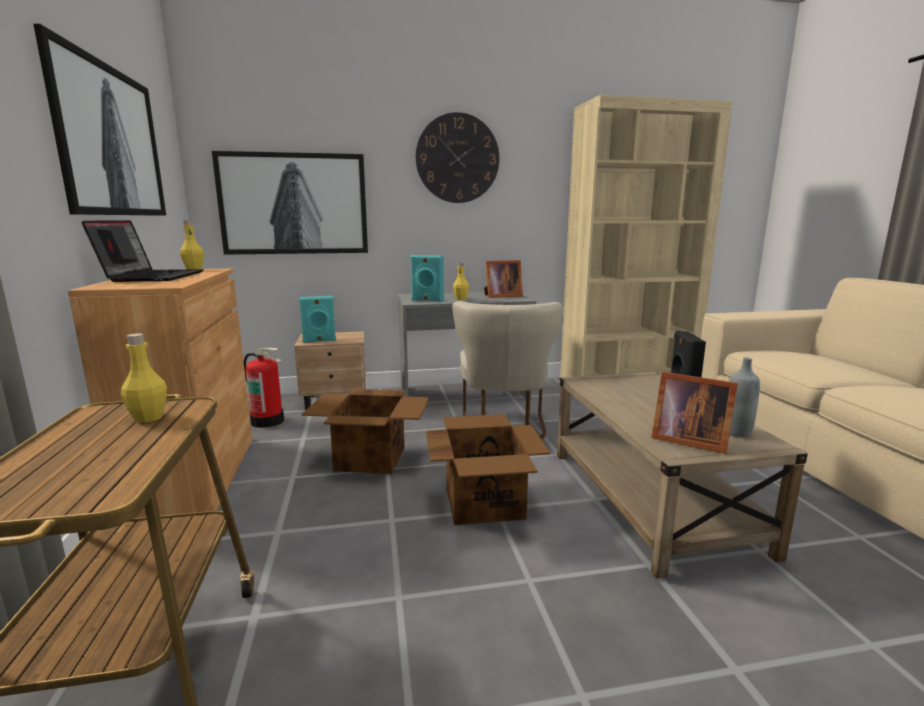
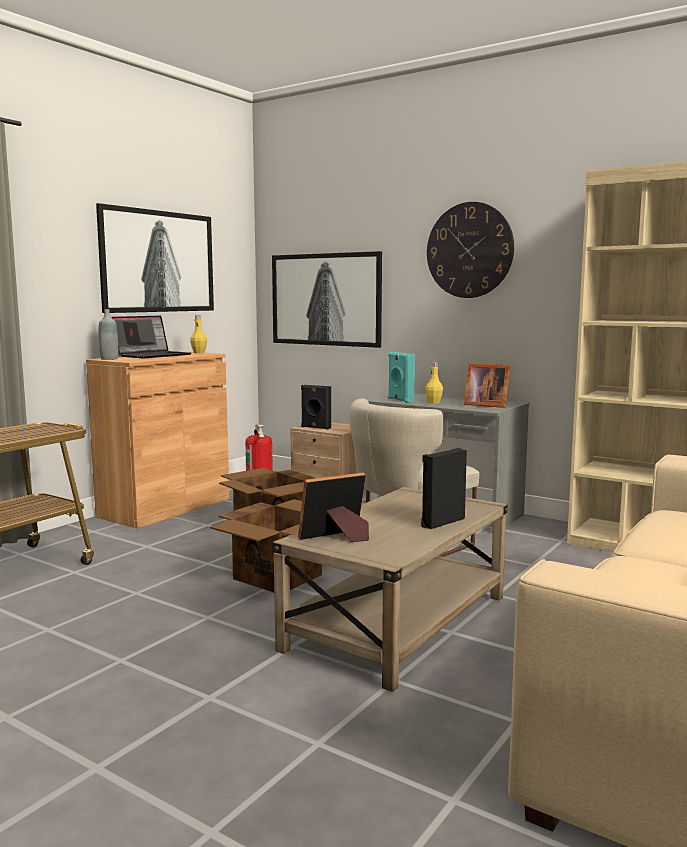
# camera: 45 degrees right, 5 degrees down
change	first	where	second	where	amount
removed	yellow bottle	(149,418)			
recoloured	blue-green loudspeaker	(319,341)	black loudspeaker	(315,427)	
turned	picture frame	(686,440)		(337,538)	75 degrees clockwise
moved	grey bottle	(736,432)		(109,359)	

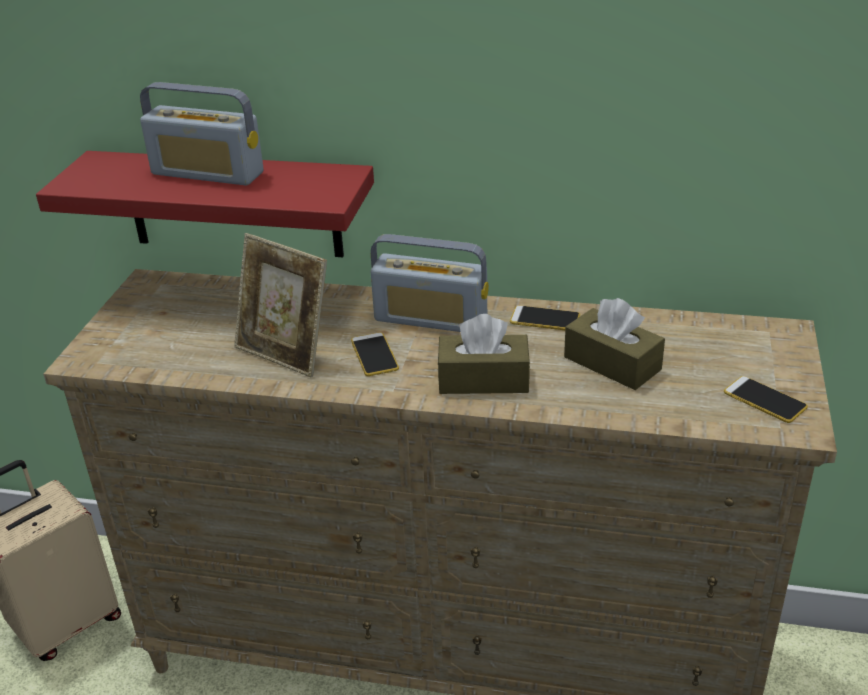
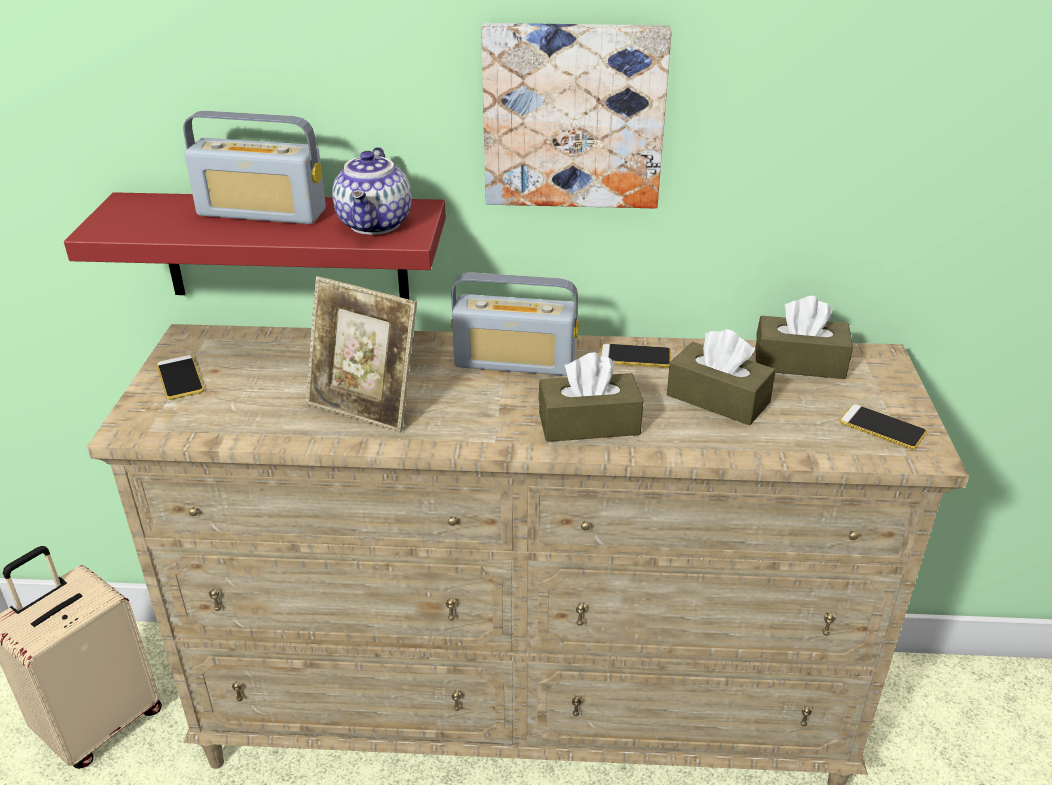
# camera: 10 degrees left, 0 degrees up
change	first	where	second	where	amount
moved	telephone	(374,355)		(180,378)	
added			tea pot	(376,224)	
added			picture	(573,115)	
added			brownish tissue box	(799,363)	

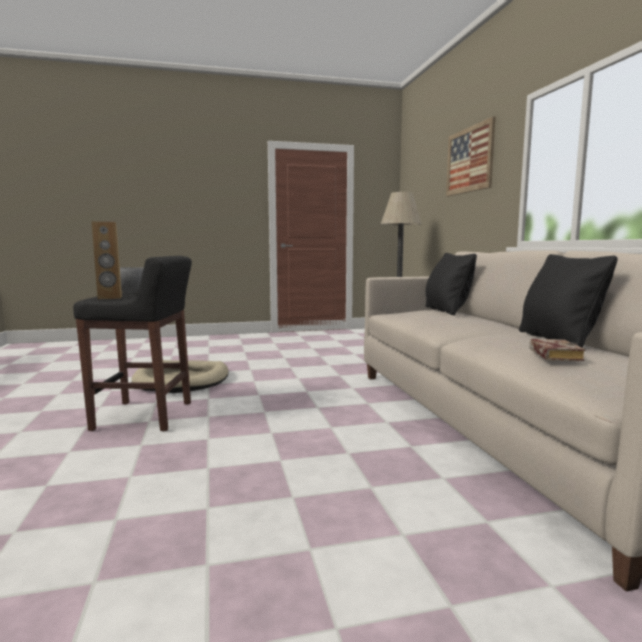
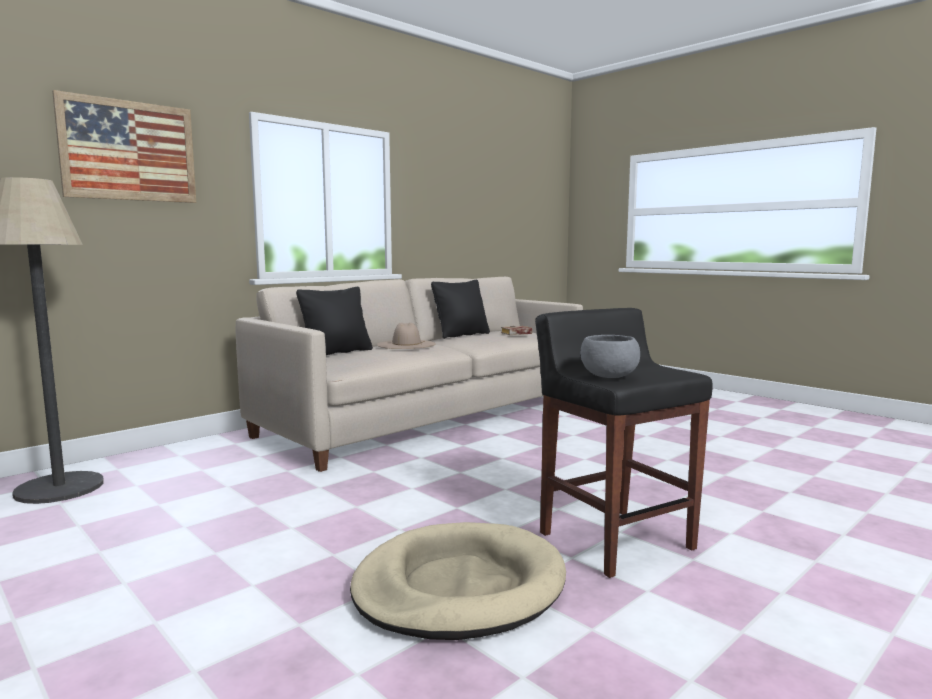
# camera: 120 degrees left, 0 degrees up
change	first	where	second	where	amount
removed	brownish loudspeaker	(110,298)			
added			sand-coloured wearable hat	(406,344)	

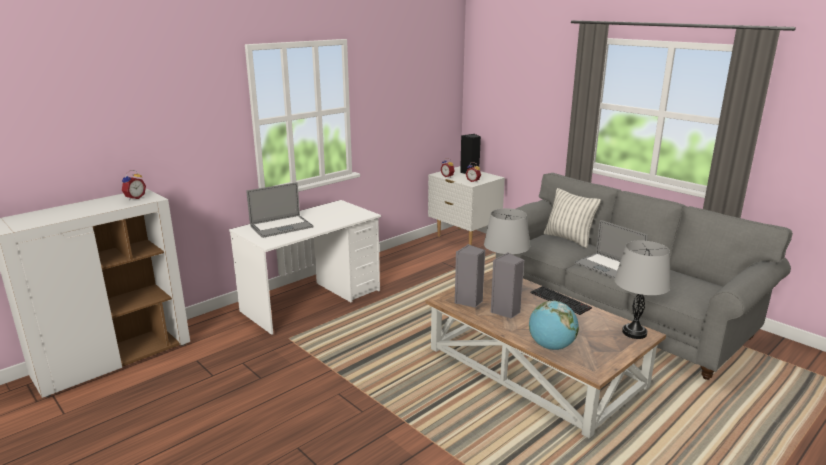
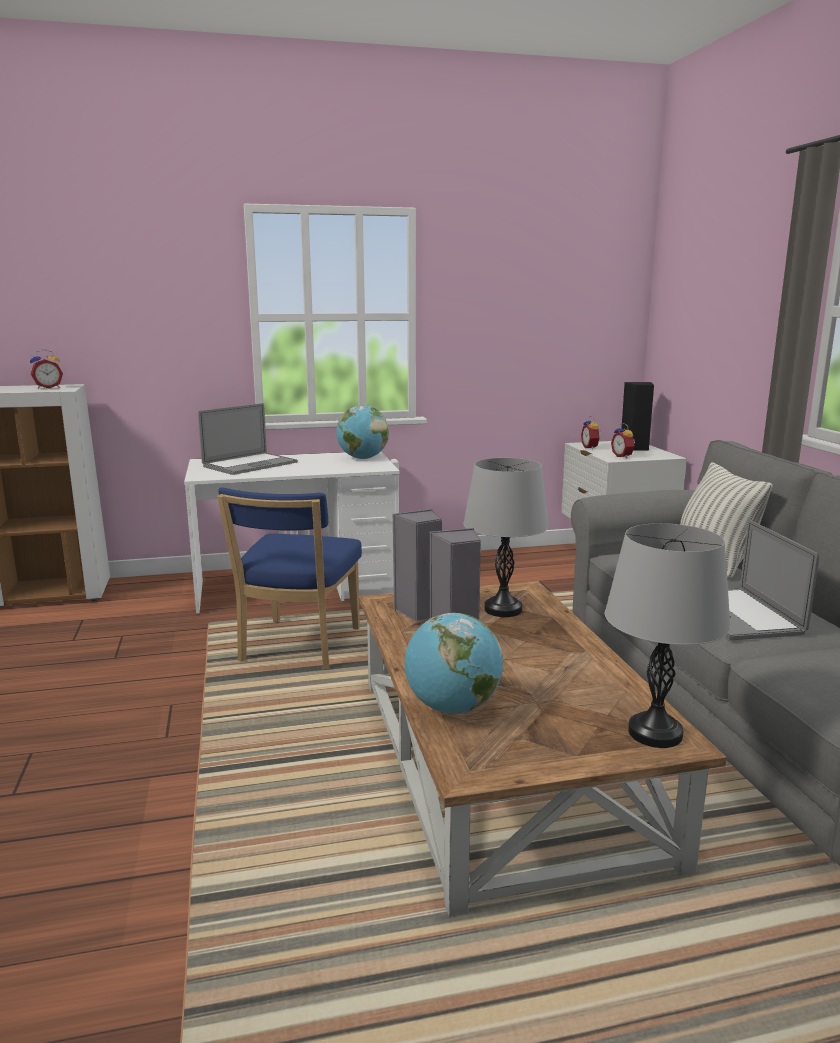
# camera: 30 degrees right, 5 degrees down
change	first	where	second	where	amount
turned	notebook computer	(281,227)		(250,464)	45 degrees counterclockwise
removed	keyboard	(561,300)			
added			blue-coloured upright chair	(297,647)	
added			desk globe	(362,458)	

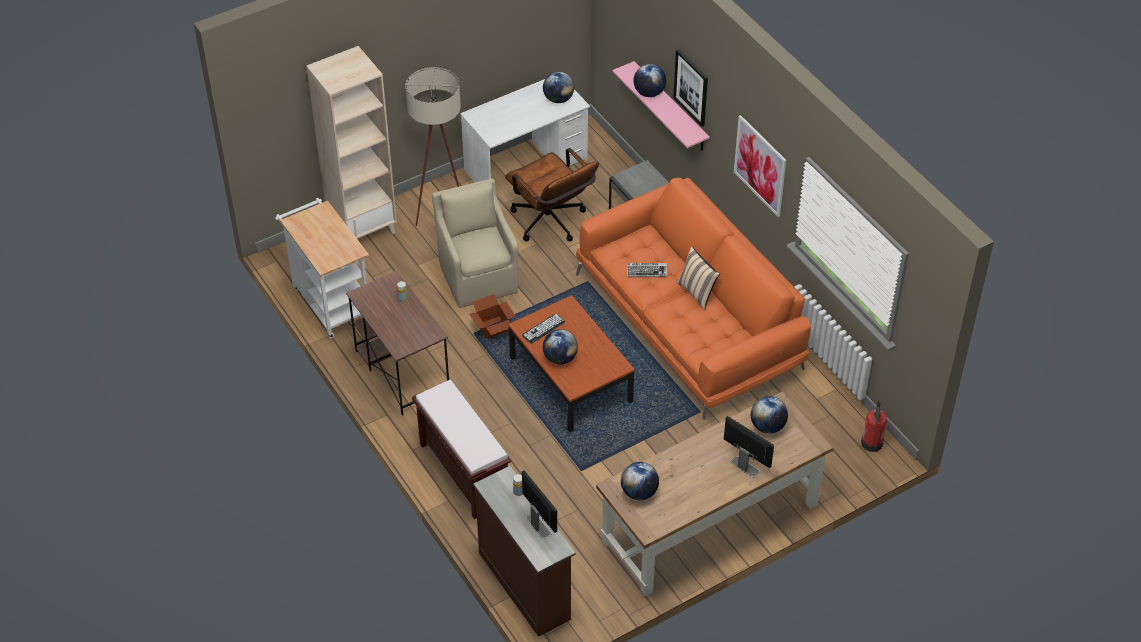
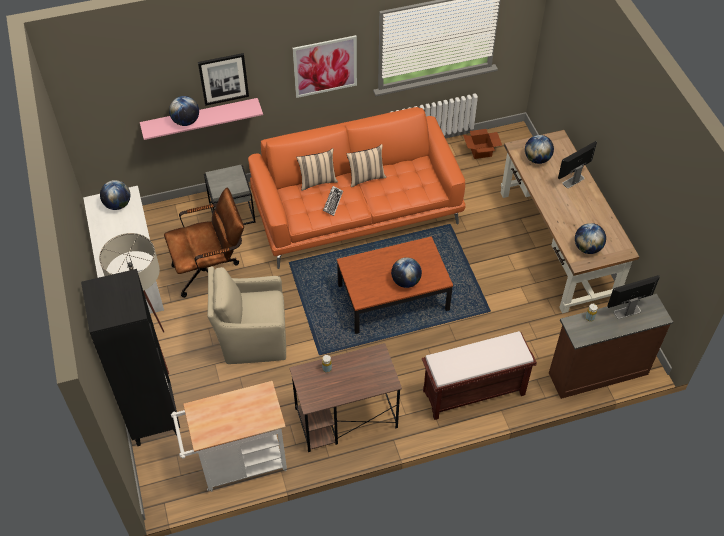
# camera: 75 degrees left, 5 degrees up
change	first	where	second	where	amount
recoloured	sand-coloured bookcase	(363,229)	black bookcase	(153,418)	
moved	packing box	(492,328)		(481,151)	
removed	keyboard	(543,329)			
removed	extinguisher	(872,442)			
added			sand-coloured pillow	(317,181)	

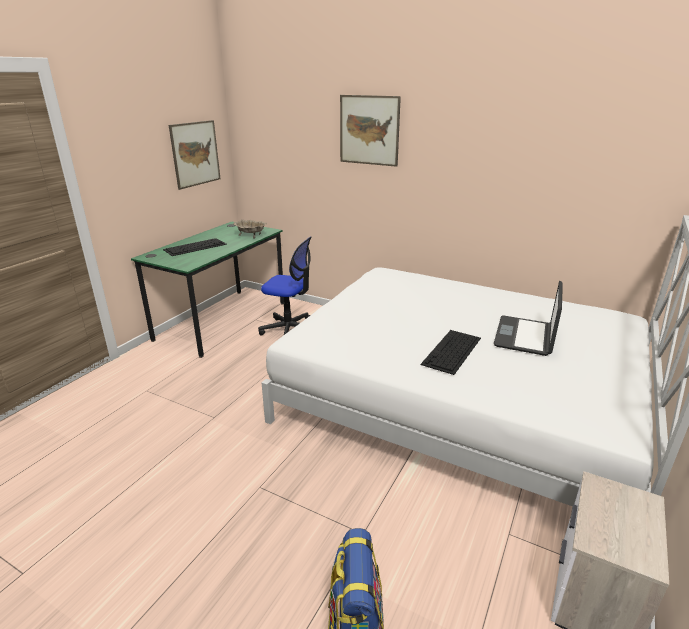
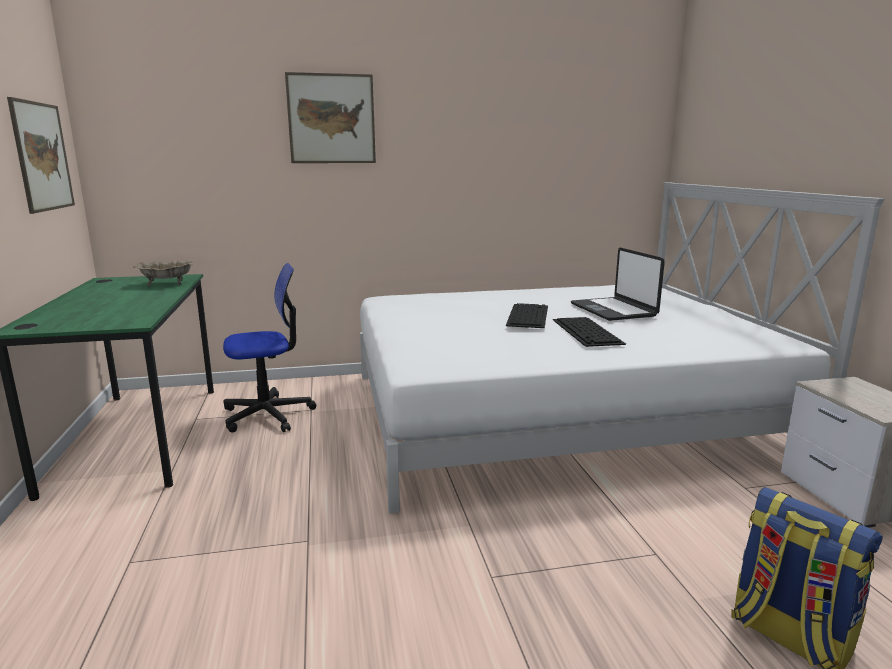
# camera: 40 degrees left, 10 degrees down
change	first	where	second	where	amount
moved	keyboard	(195,247)		(527,315)	

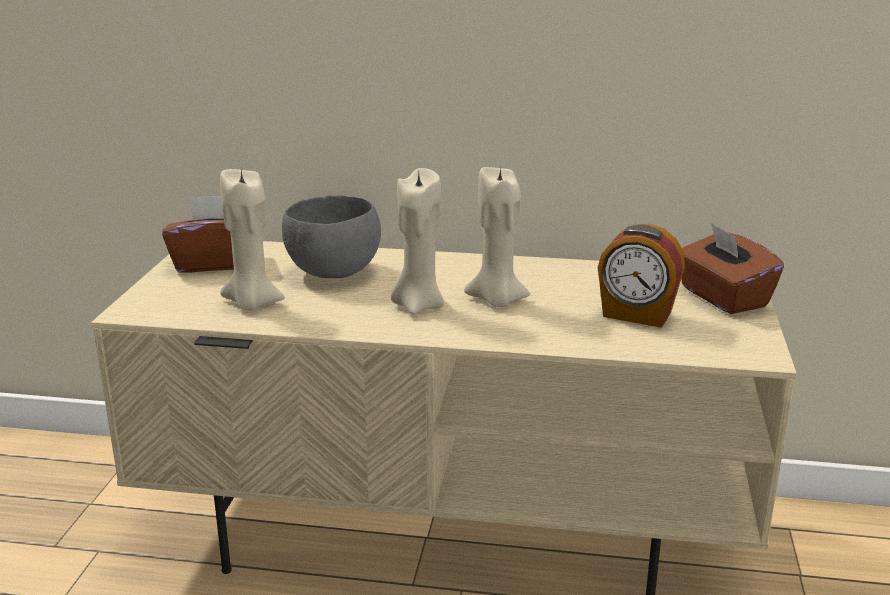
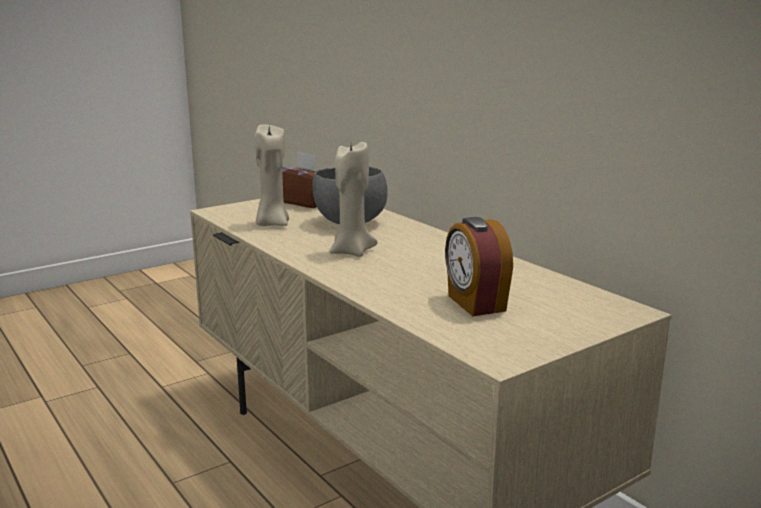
# camera: 45 degrees right, 5 degrees down
change	first	where	second	where	amount
removed	sand-coloured wax light	(497,300)			
removed	brownish tissue box	(722,298)			

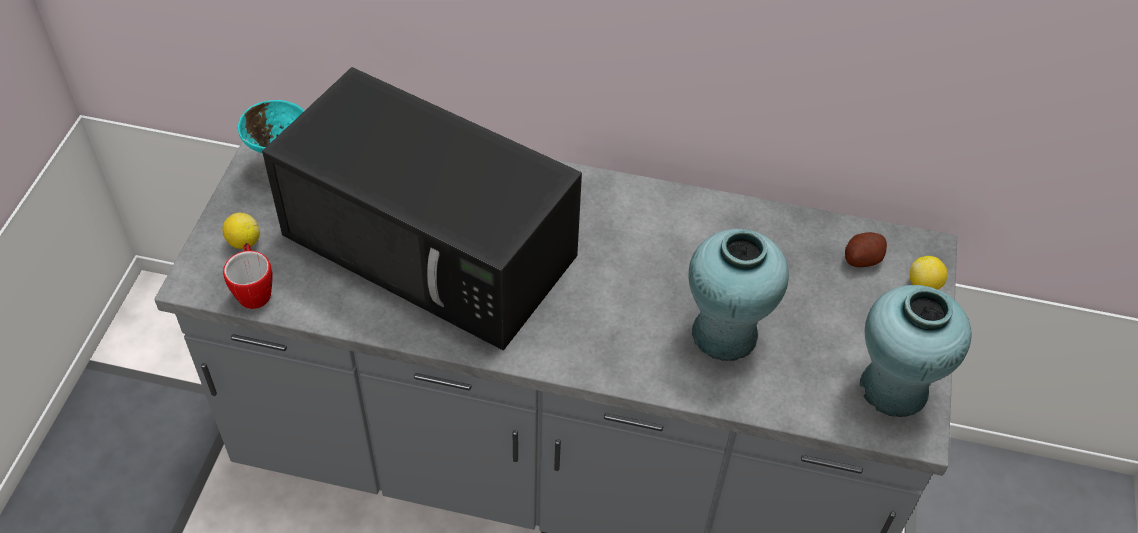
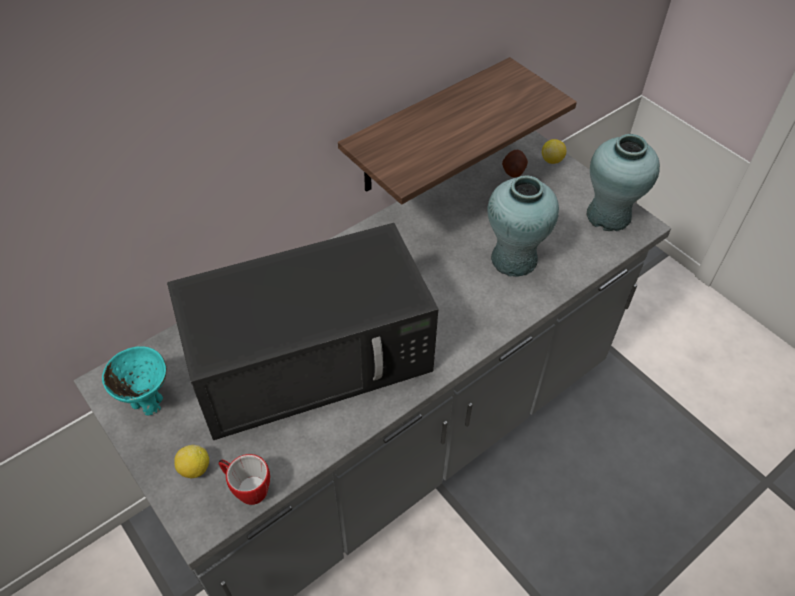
# camera: 50 degrees left, 0 degrees up
change	first	where	second	where	amount
added			wall shelf	(427,128)	

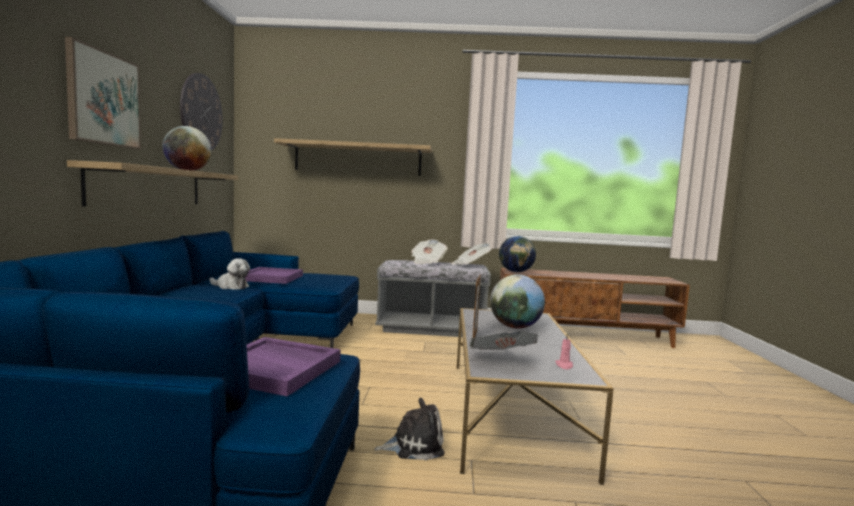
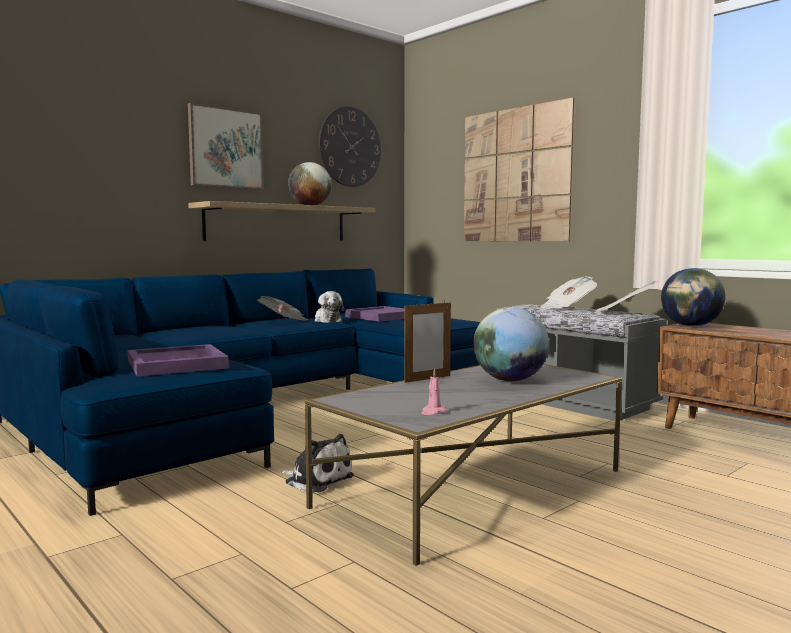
# camera: 45 degrees right, 0 degrees up
change	first	where	second	where	amount
replaced	wall shelf	(358,159)	picture	(515,175)	
moved	printed paper	(501,360)		(284,322)	

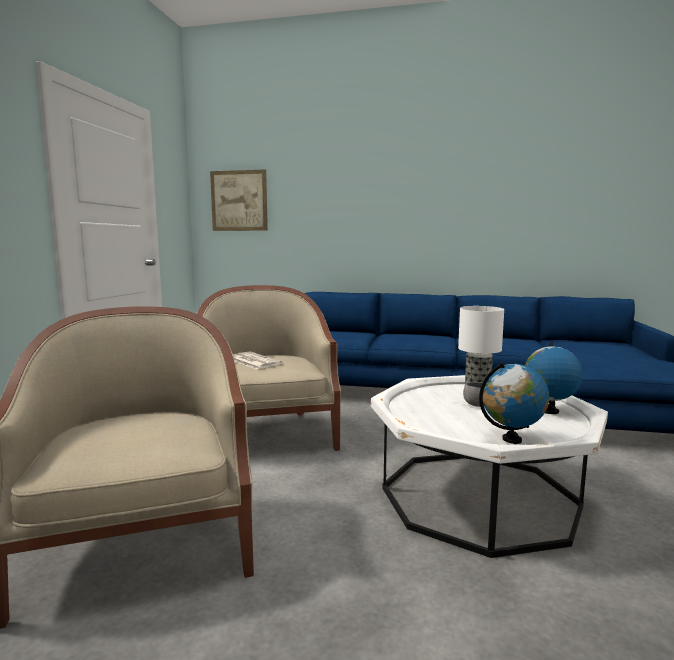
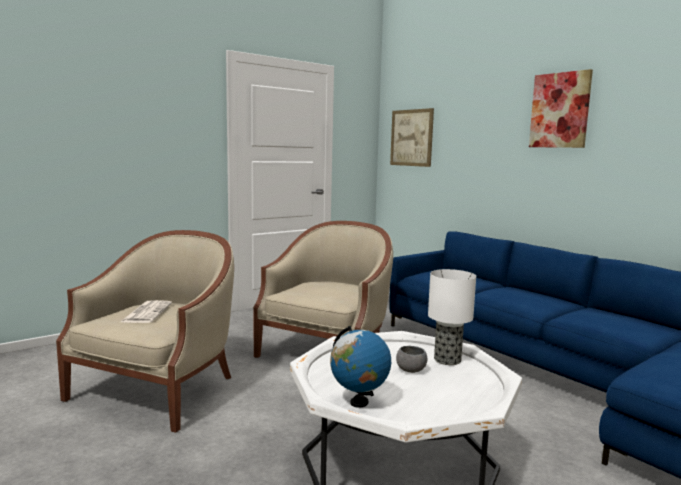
# camera: 40 degrees right, 0 degrees up
change	first	where	second	where	amount
moved	printed paper	(253,361)		(147,312)	
removed	desk globe	(549,411)			
added			picture	(560,110)	

